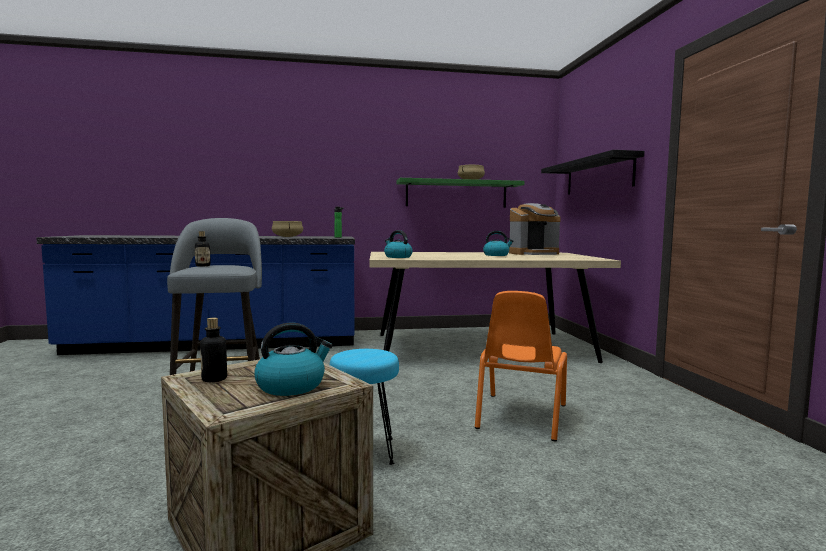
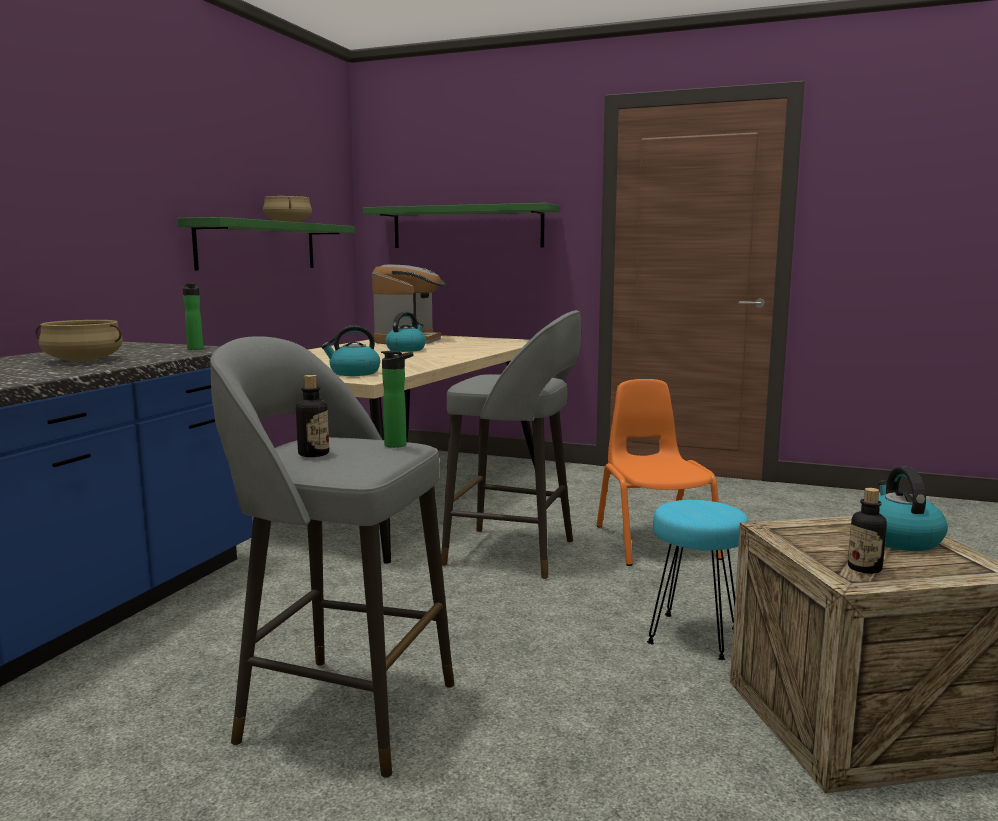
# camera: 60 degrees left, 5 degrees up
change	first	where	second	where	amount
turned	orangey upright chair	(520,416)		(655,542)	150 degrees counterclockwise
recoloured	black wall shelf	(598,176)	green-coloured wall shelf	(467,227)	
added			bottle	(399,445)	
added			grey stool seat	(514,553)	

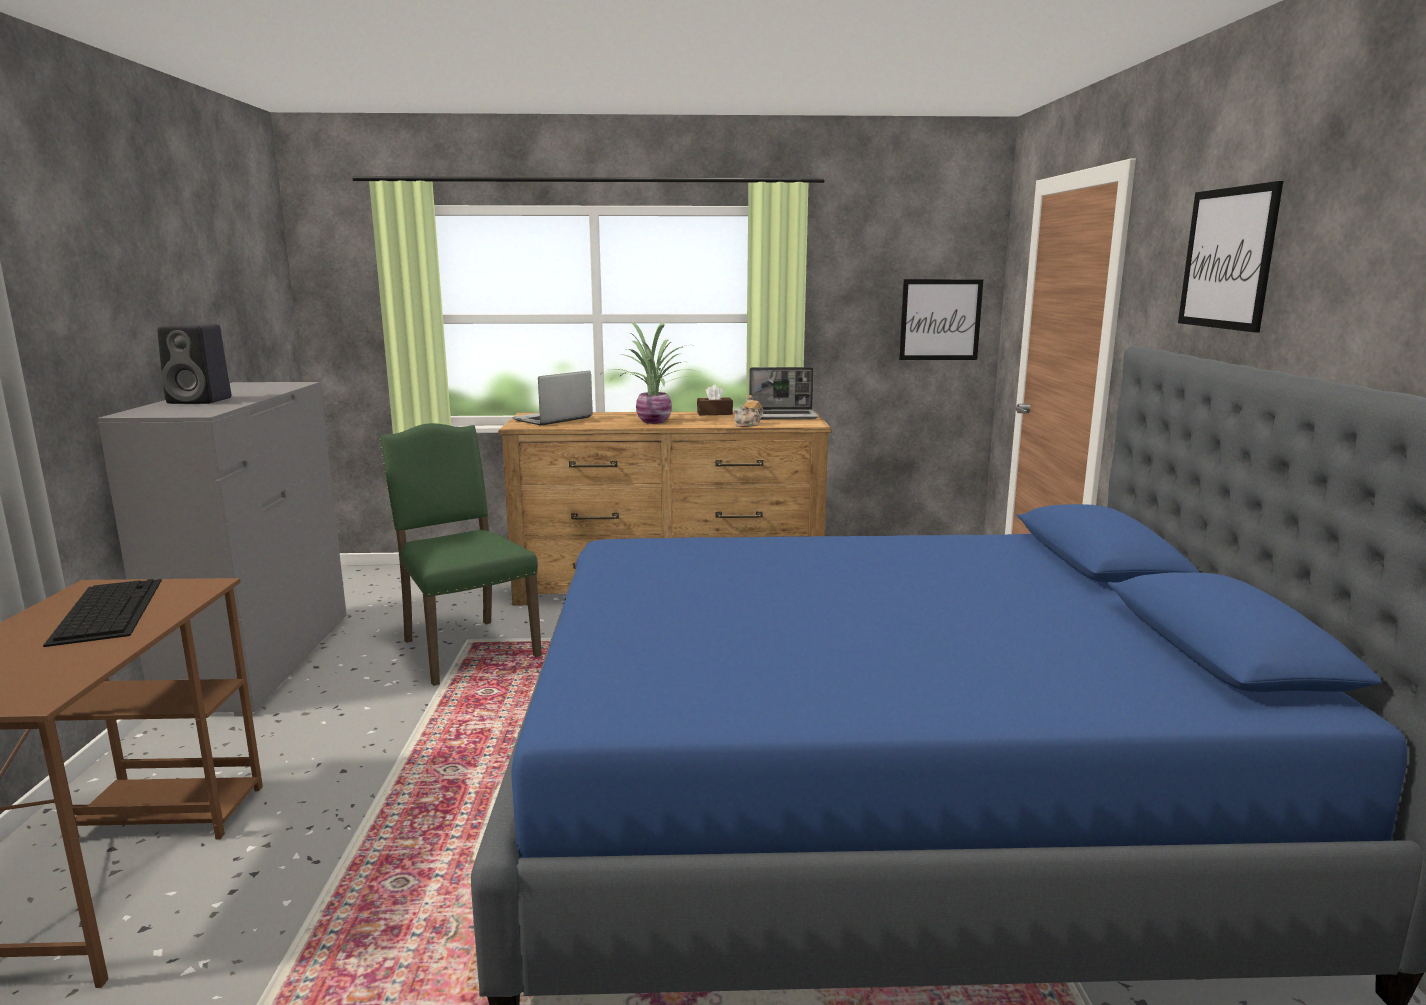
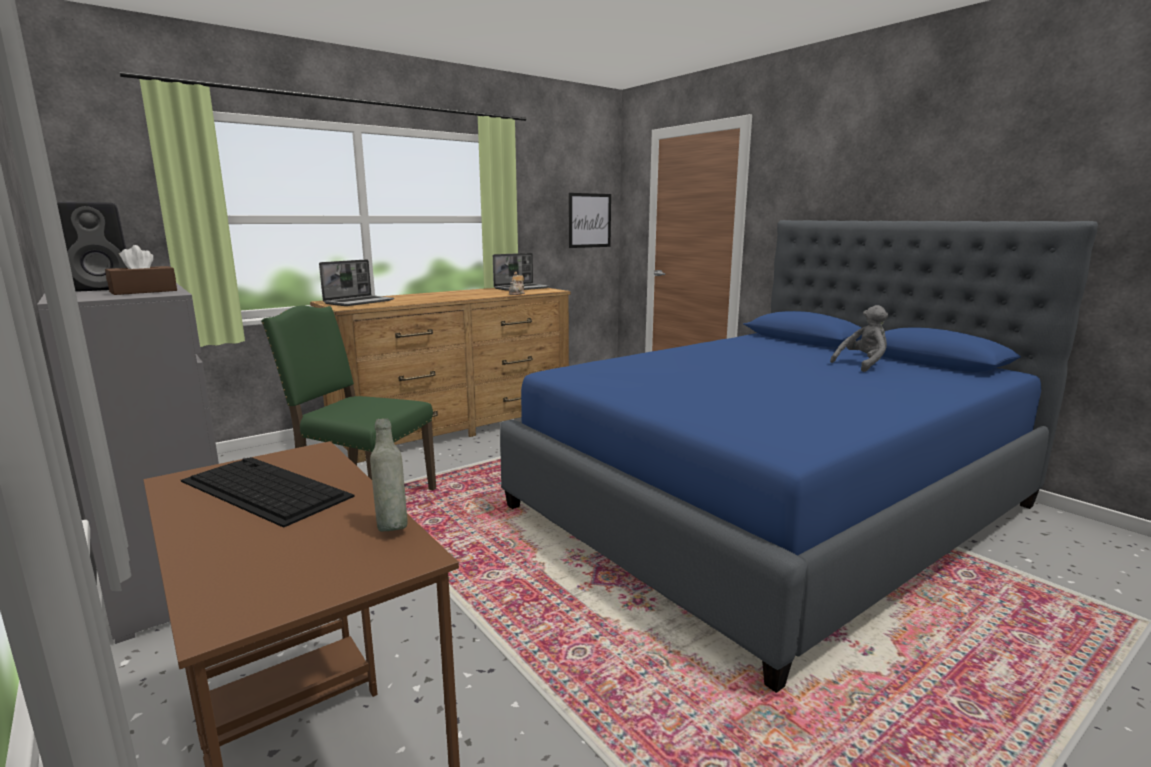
# camera: 35 degrees left, 0 degrees up
change	first	where	second	where	amount
turned	notebook computer	(552,419)		(359,302)	150 degrees counterclockwise
removed	houseplant	(655,421)			
moved	brownish tissue box	(714,413)		(143,291)	
removed	picture	(1227,258)			
added			grey bottle	(392,526)	
added			grey plush toy	(862,364)	

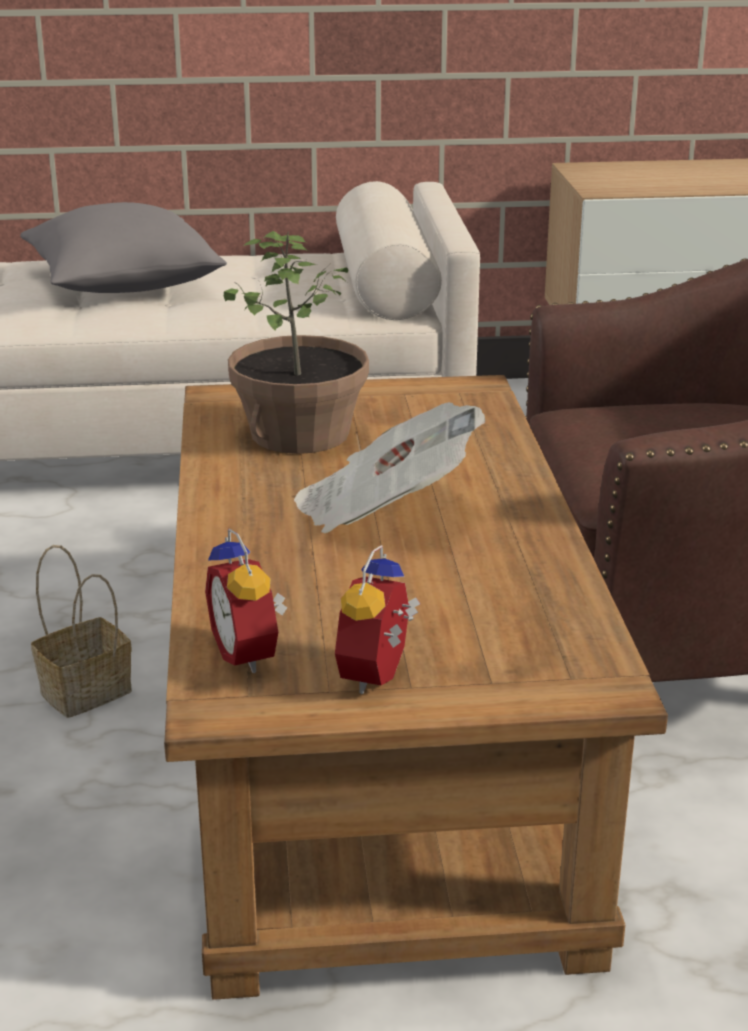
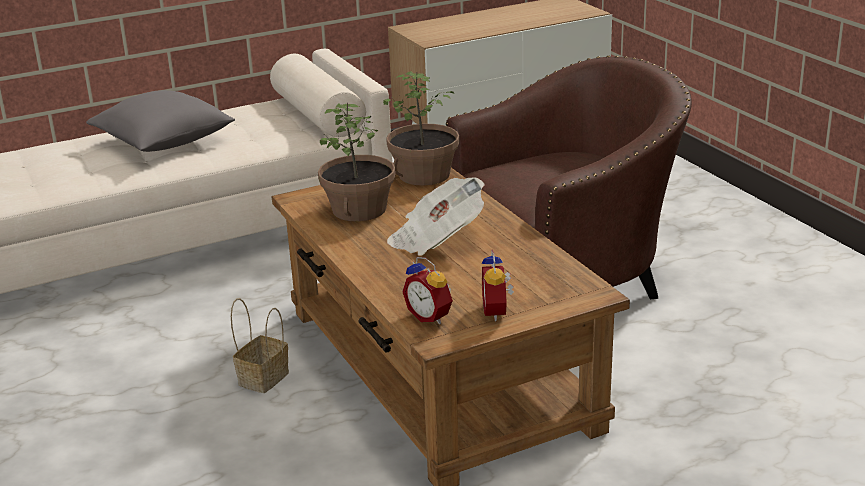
# camera: 20 degrees left, 0 degrees up
change	first	where	second	where	amount
added			houseplant	(424,175)	

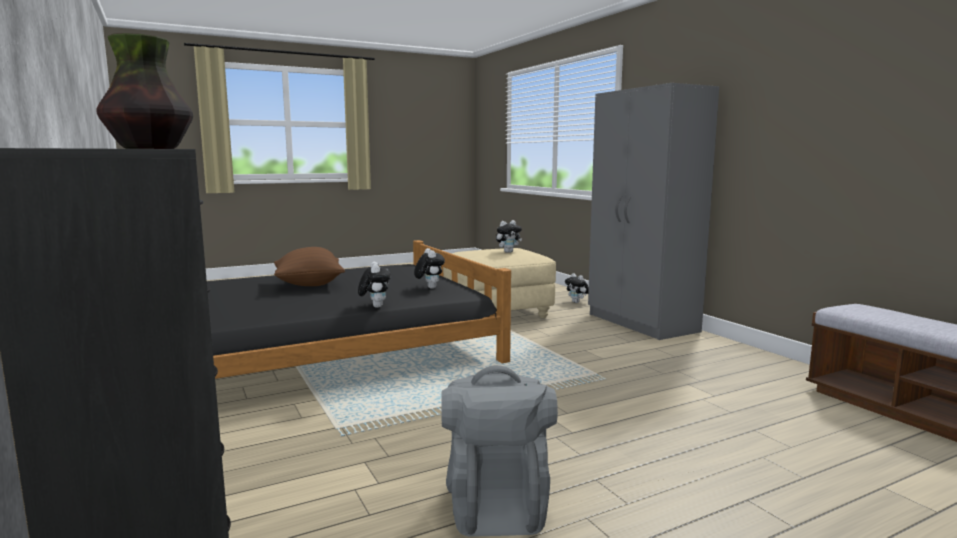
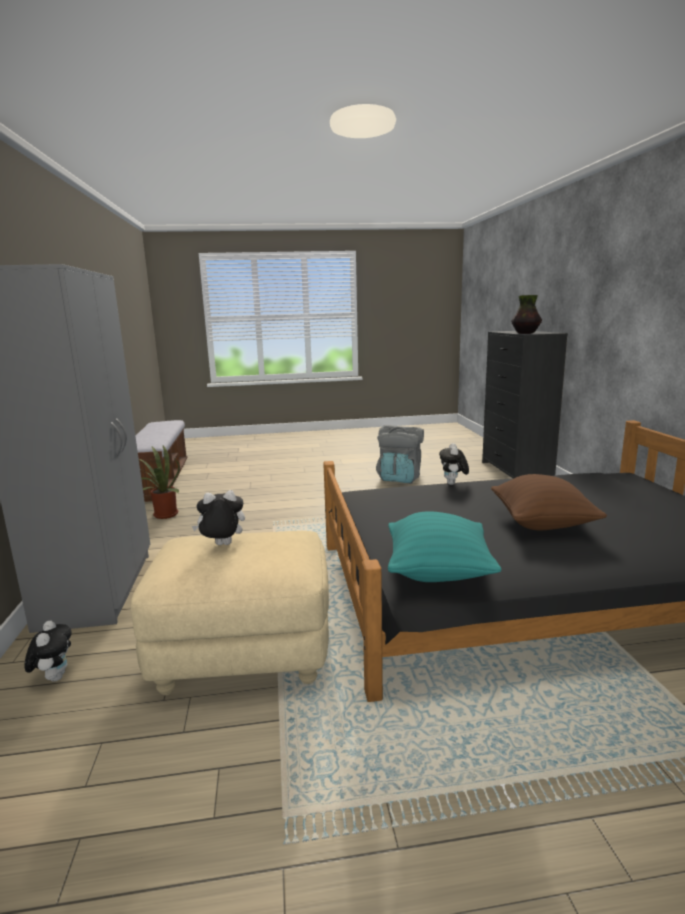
# camera: 160 degrees left, 5 degrees up
change	first	where	second	where	amount
removed	plush toy	(429,288)			
added			houseplant	(163,515)	
added			blue-green pillow	(438,572)	

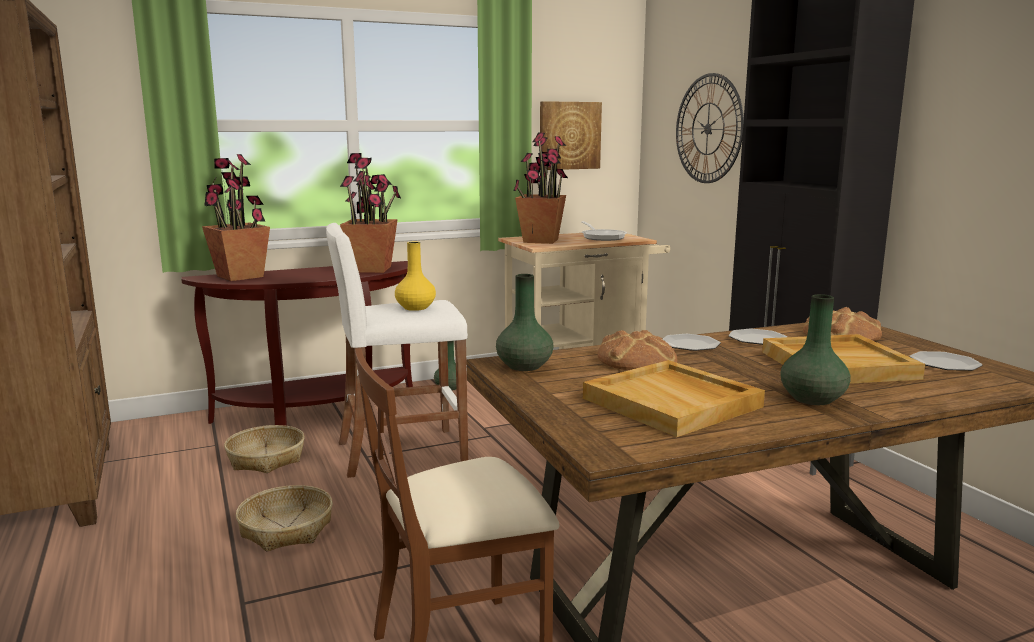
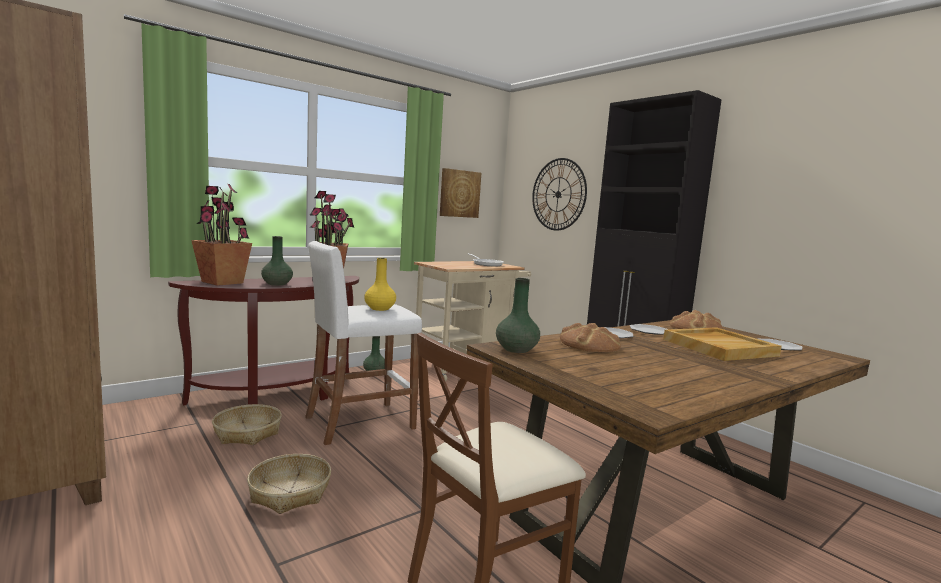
# camera: 15 degrees left, 5 degrees down
change	first	where	second	where	amount
removed	houseplant	(540,241)			
removed	sand-coloured serving tray	(673,403)			
moved	green-coloured flower vase	(812,399)		(277,284)	

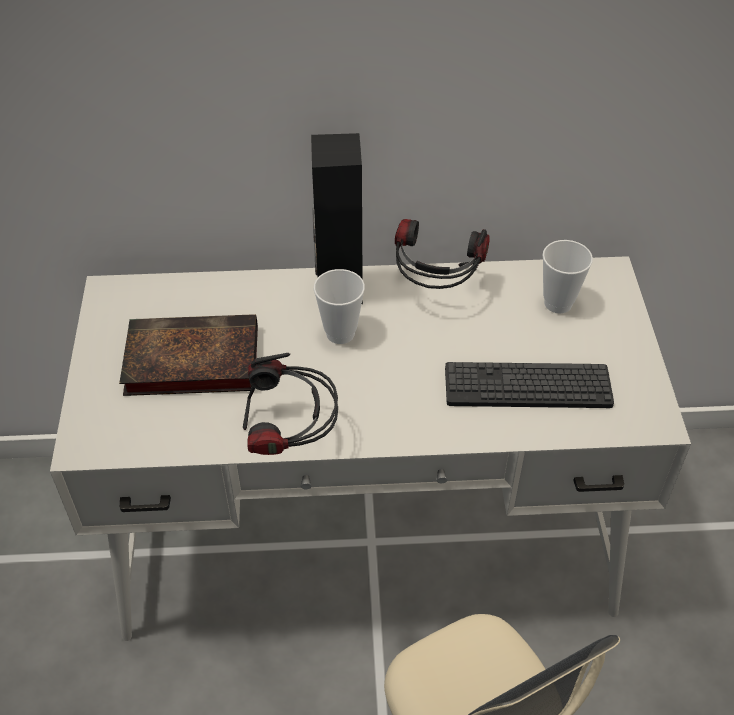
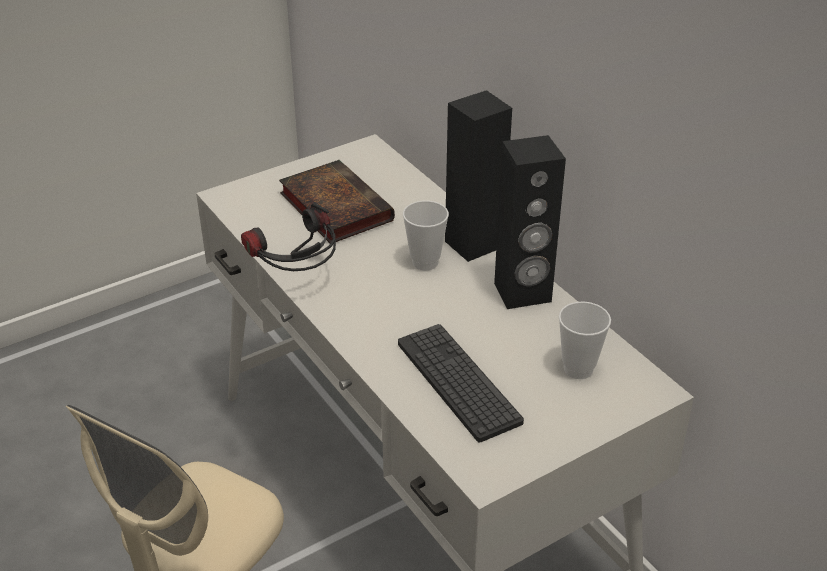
# camera: 60 degrees right, 10 degrees down
change	first	where	second	where	amount
replaced	headset	(435,289)	black loudspeaker	(523,293)	

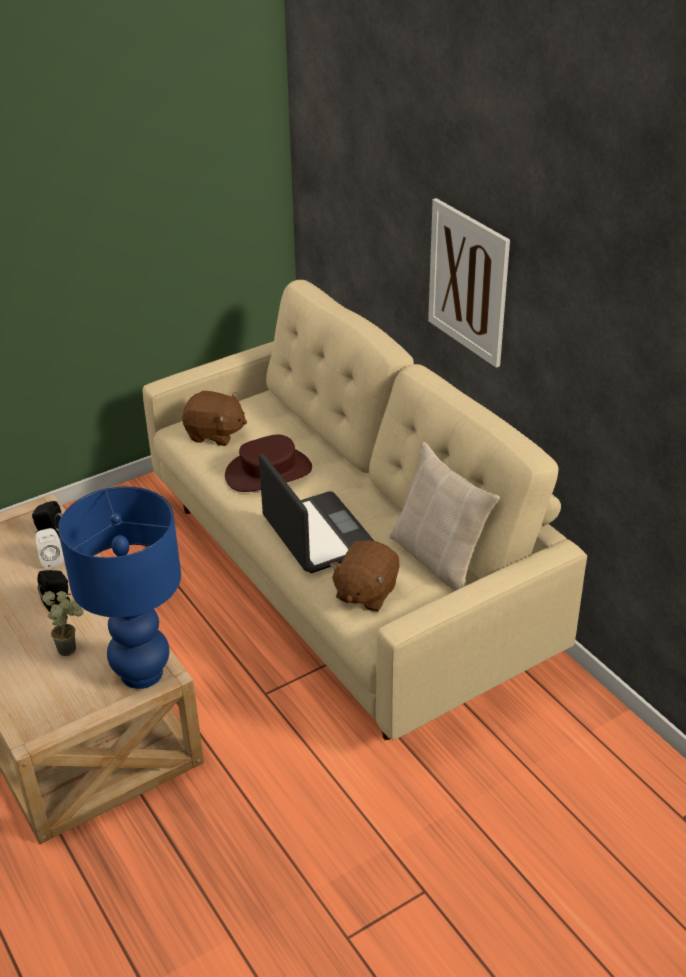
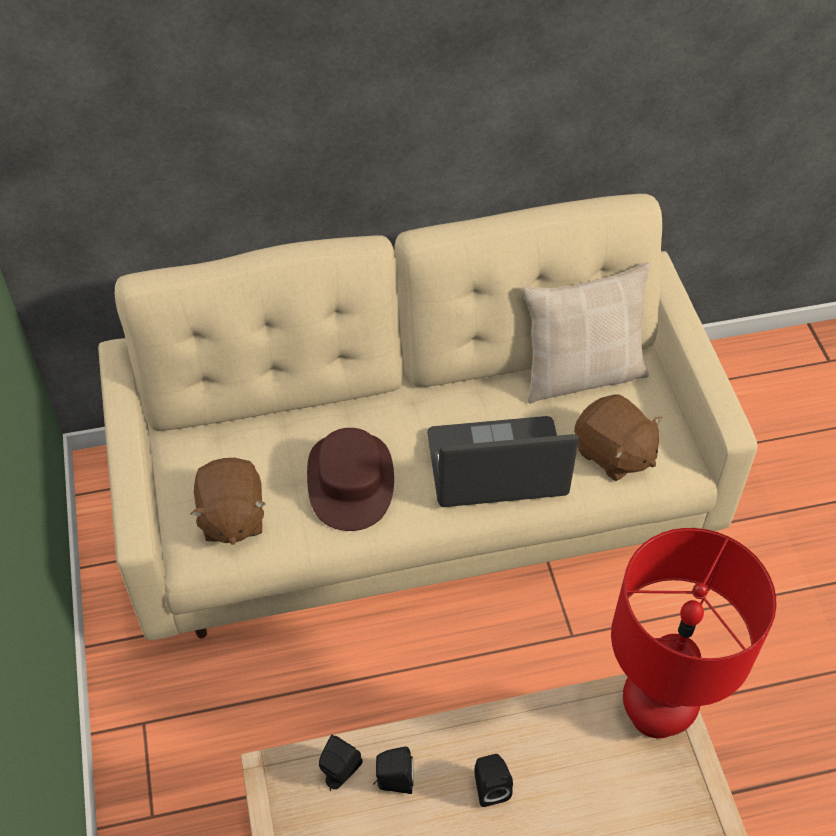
# camera: 70 degrees left, 15 degrees up
change	first	where	second	where	amount
recoloured	white loudspeaker	(51,559)	black loudspeaker	(393,782)	
removed	houseplant	(72,647)			
recoloured	blue-coloured table lamp	(142,672)	red-coloured table lamp	(654,713)	
turned	brownish plush toy	(215,434)		(231,517)	135 degrees clockwise
removed	picture	(468,282)			

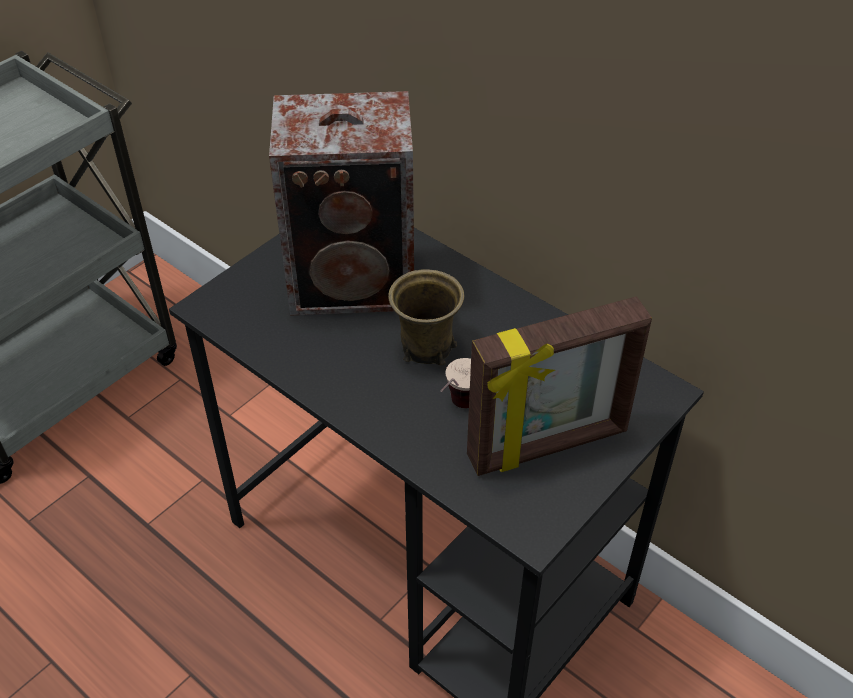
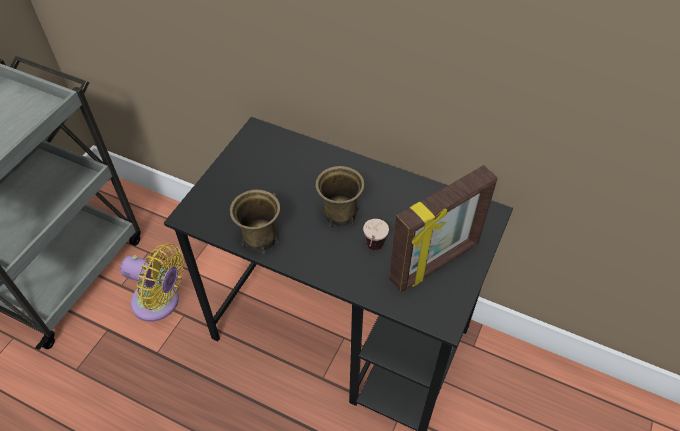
# camera: 15 degrees left, 5 degrees up
change	first	where	second	where	amount
removed	loudspeaker	(357,282)			
added			yellow fan	(160,302)	
added			brownish mug	(259,238)	

